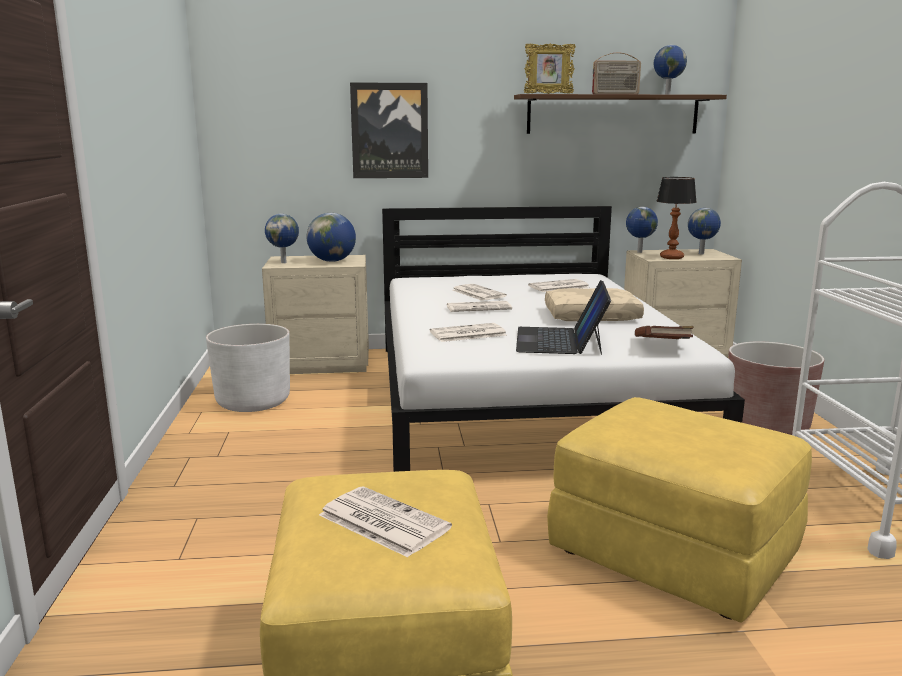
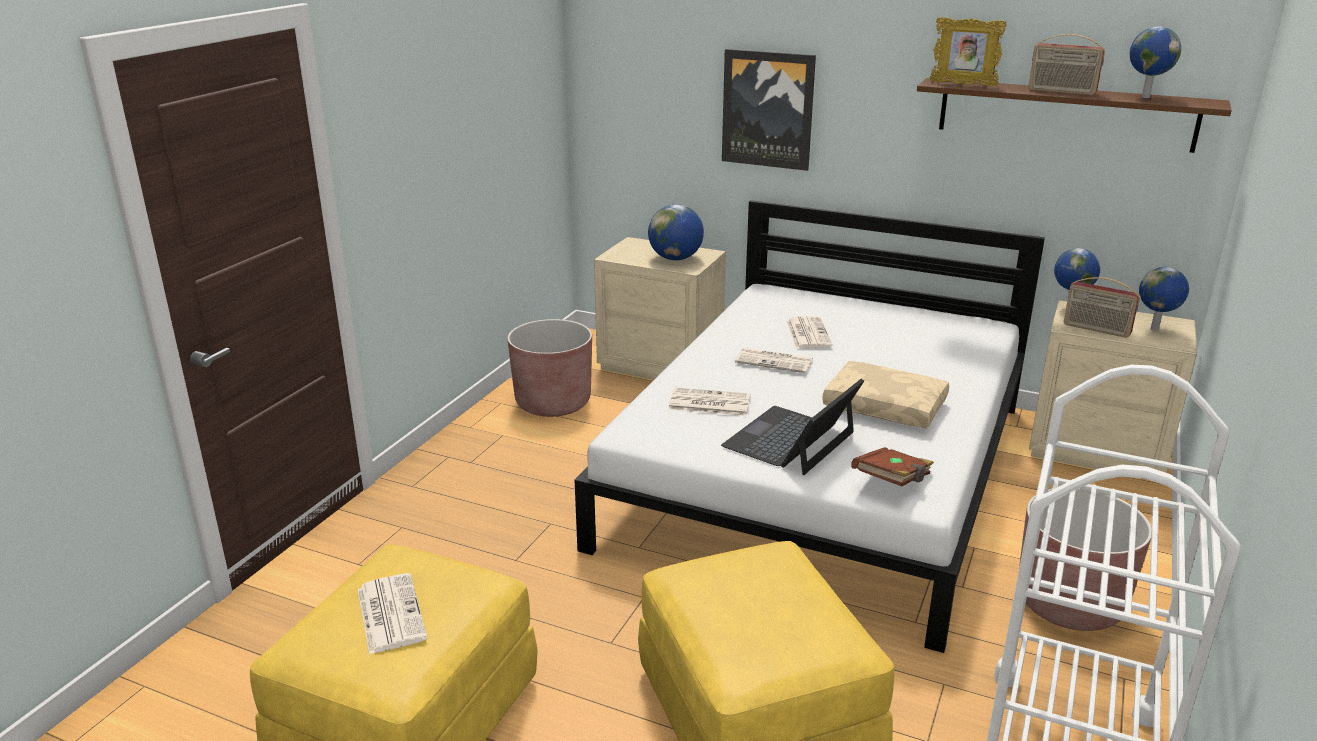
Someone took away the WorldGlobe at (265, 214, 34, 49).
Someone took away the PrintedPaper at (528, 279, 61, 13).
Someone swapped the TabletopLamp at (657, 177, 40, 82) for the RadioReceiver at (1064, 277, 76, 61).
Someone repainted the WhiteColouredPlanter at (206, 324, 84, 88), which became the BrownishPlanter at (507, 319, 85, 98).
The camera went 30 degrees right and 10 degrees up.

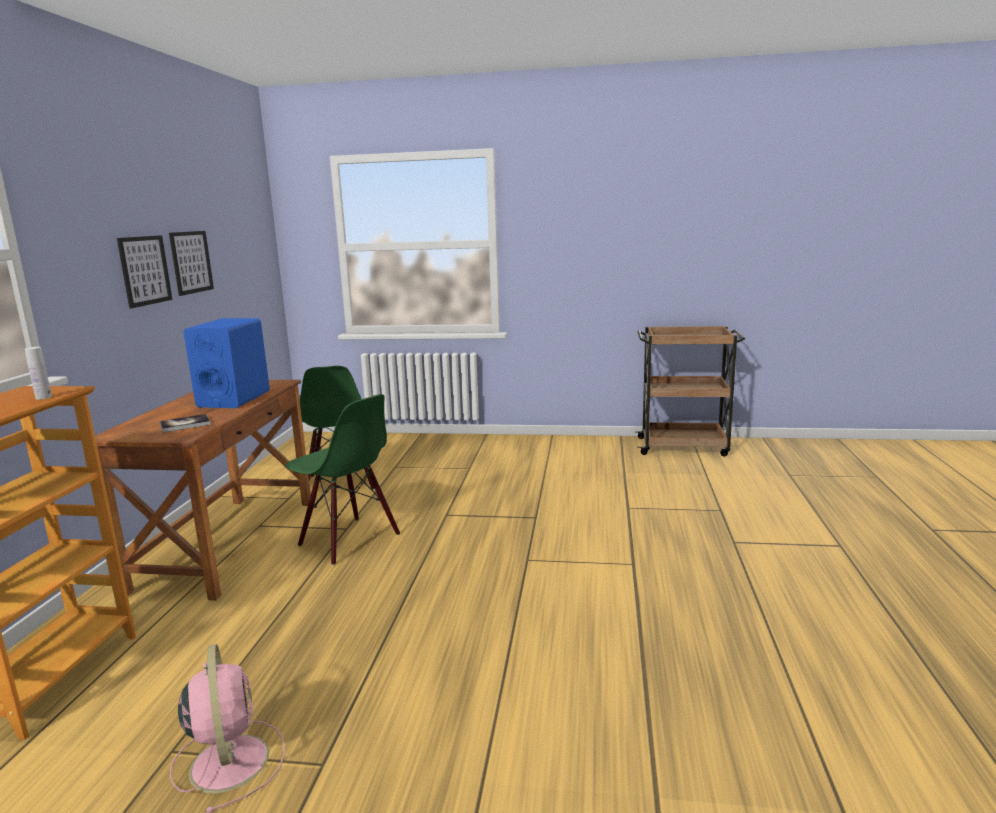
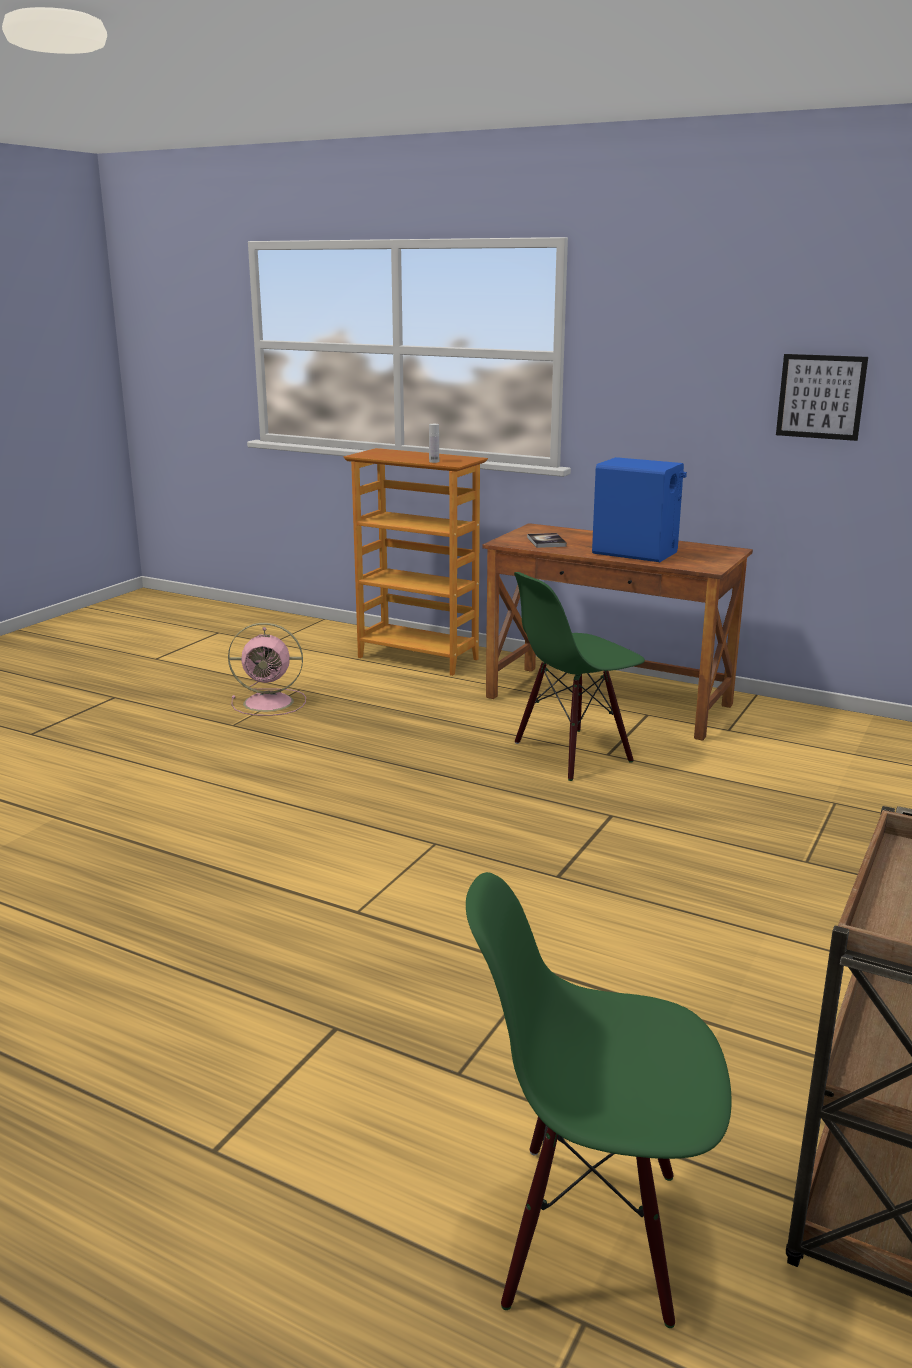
Someone took away the Picture at (117, 235, 56, 73).
Someone carried the GreenUprightChair from (300, 366, 75, 123) to (466, 872, 266, 456).
The camera went 110 degrees right and 5 degrees up.

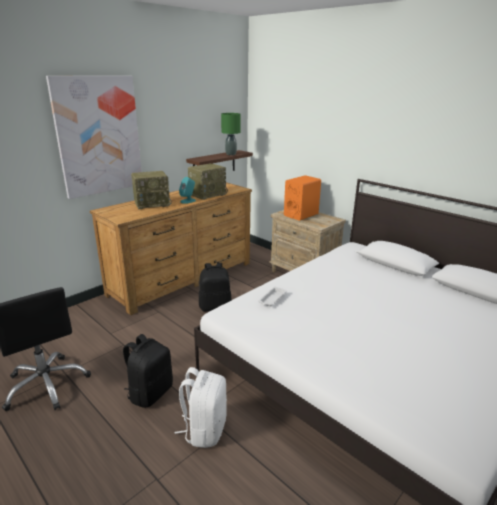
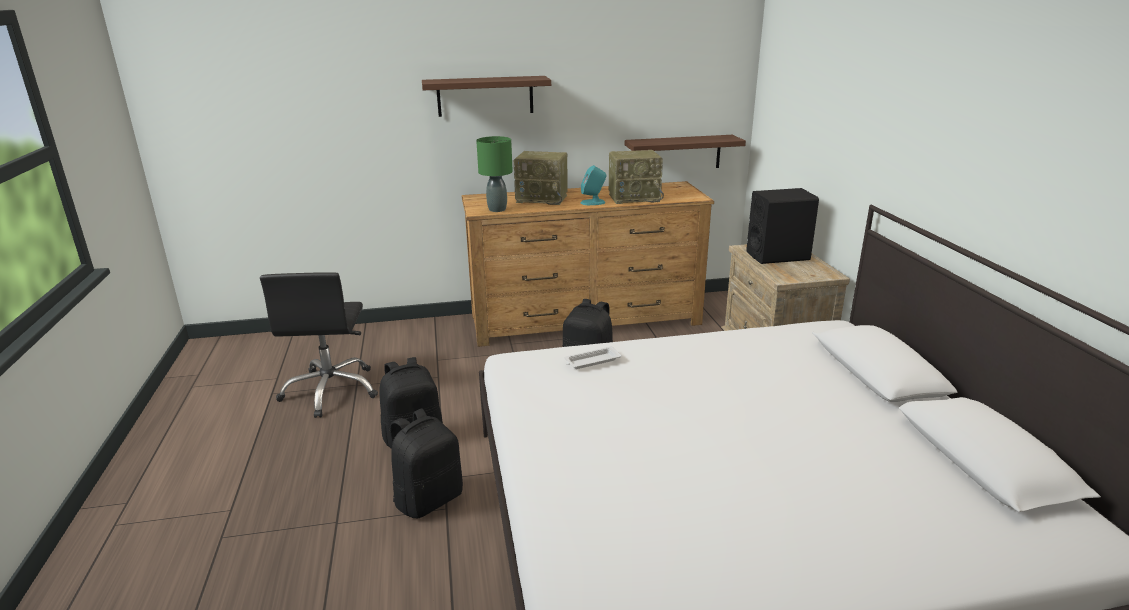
Someone carried the GreenTabletopLamp from (221, 113, 19, 42) to (476, 136, 37, 76).
Someone swapped the Picture at (46, 76, 96, 123) for the WallShelf at (422, 76, 129, 41).
Someone repainted the WhiteColouredKnapsack at (175, 367, 52, 81), which became the BlackColouredKnapsack at (390, 409, 73, 109).
Someone repainted the OrangeyLoudspeaker at (284, 175, 37, 46), which became the BlackColouredLoudspeaker at (746, 188, 73, 76).
The camera went 35 degrees right and 0 degrees up.

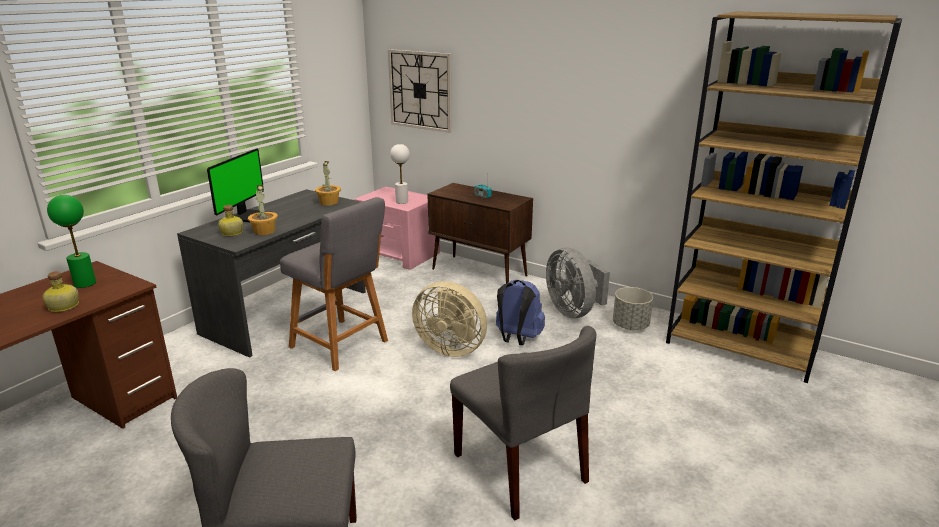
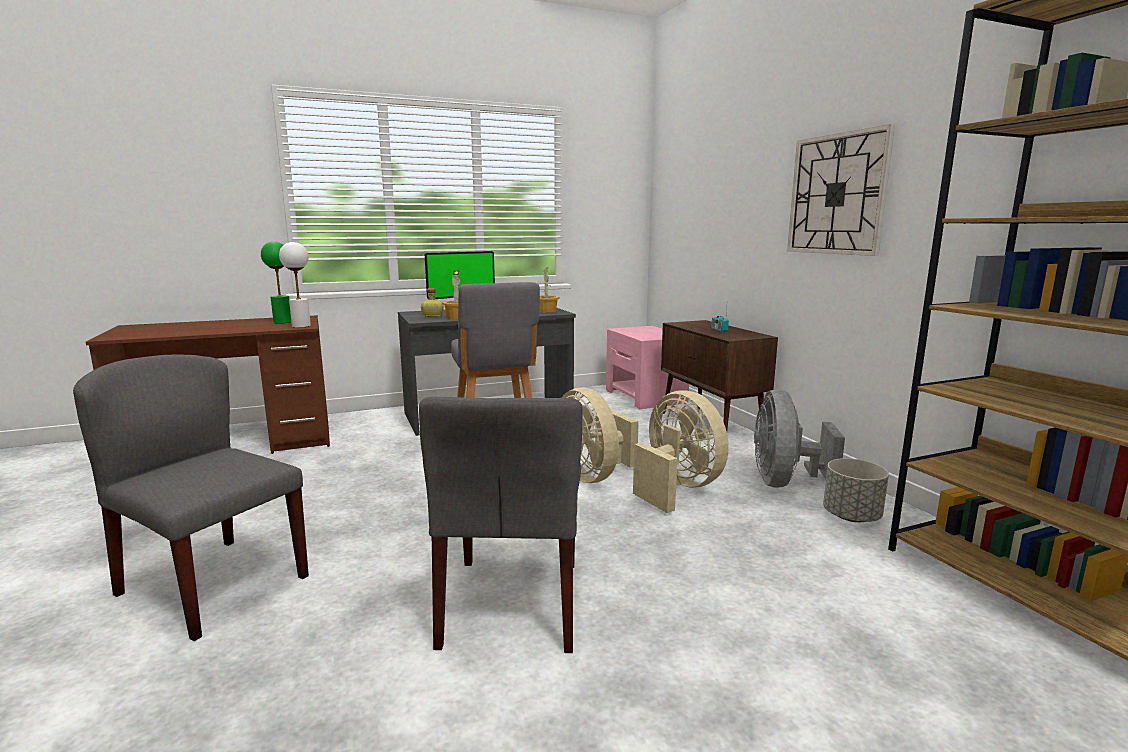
Someone took away the DrinkBottle at (42, 271, 37, 41).
Someone carried the WallClock from (388, 49, 64, 84) to (787, 124, 108, 132).
Someone carried the WhiteColouredTabletopLamp from (390, 144, 20, 60) to (279, 242, 32, 86).
Someone swapped the BlueColouredKnapsack at (496, 280, 49, 65) for the BeigeColouredCoolingFan at (633, 390, 96, 123).
The camera went 35 degrees right and 10 degrees down.

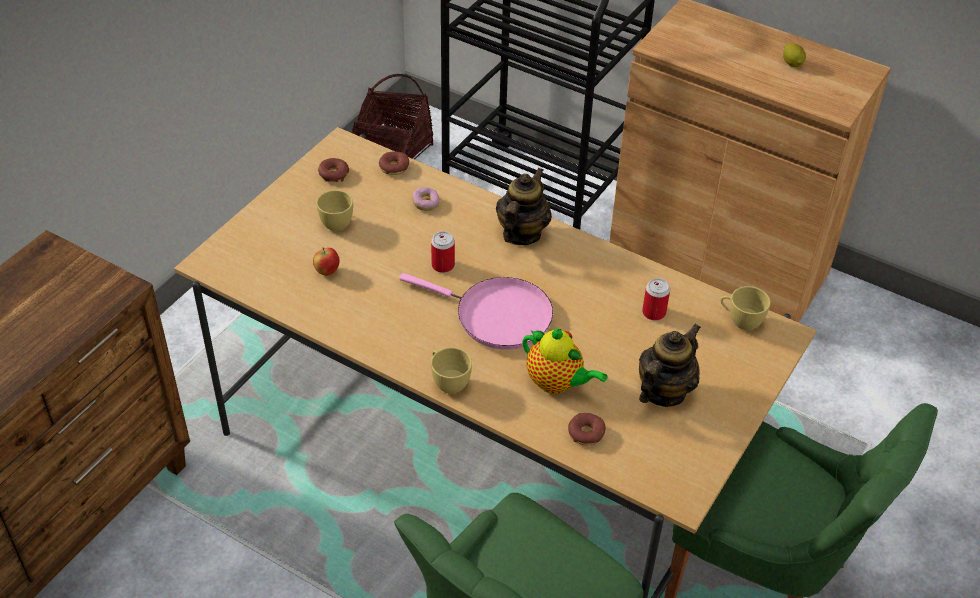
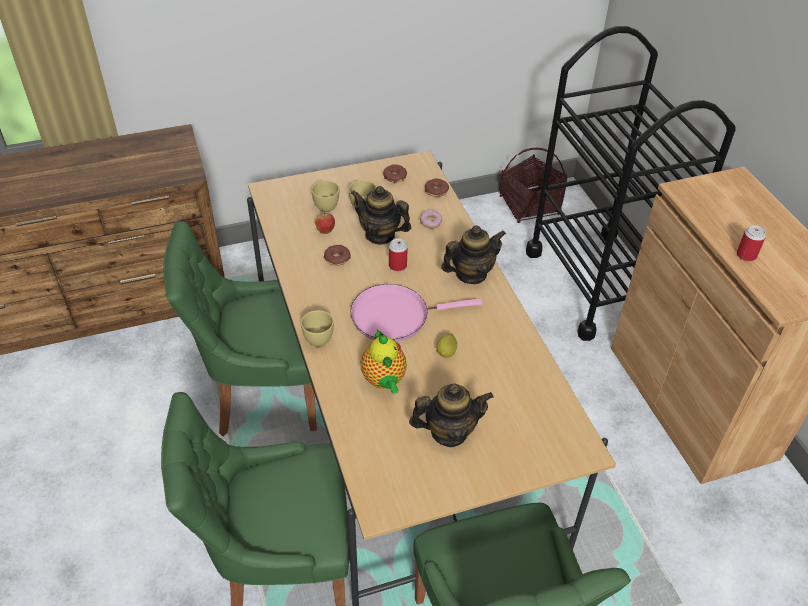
Someone put down the GreenUprightChair at (163, 221, 154, 216).
Someone put down the PotForTea at (350, 186, 62, 59).
Someone carried the Doughnut from (568, 413, 38, 32) to (324, 245, 27, 21).
Someone carried the SealedCan from (642, 278, 28, 43) to (737, 225, 29, 36).
Someone carried the YellowColouredCup from (721, 286, 50, 44) to (311, 181, 28, 31).
Someone carried the Lemon from (783, 43, 23, 24) to (437, 333, 20, 25).
Someone rotated the PinkishFryingPan at (399, 273, 154, 77) by 105 degrees clockwise.
The camera went 40 degrees right and 0 degrees up.

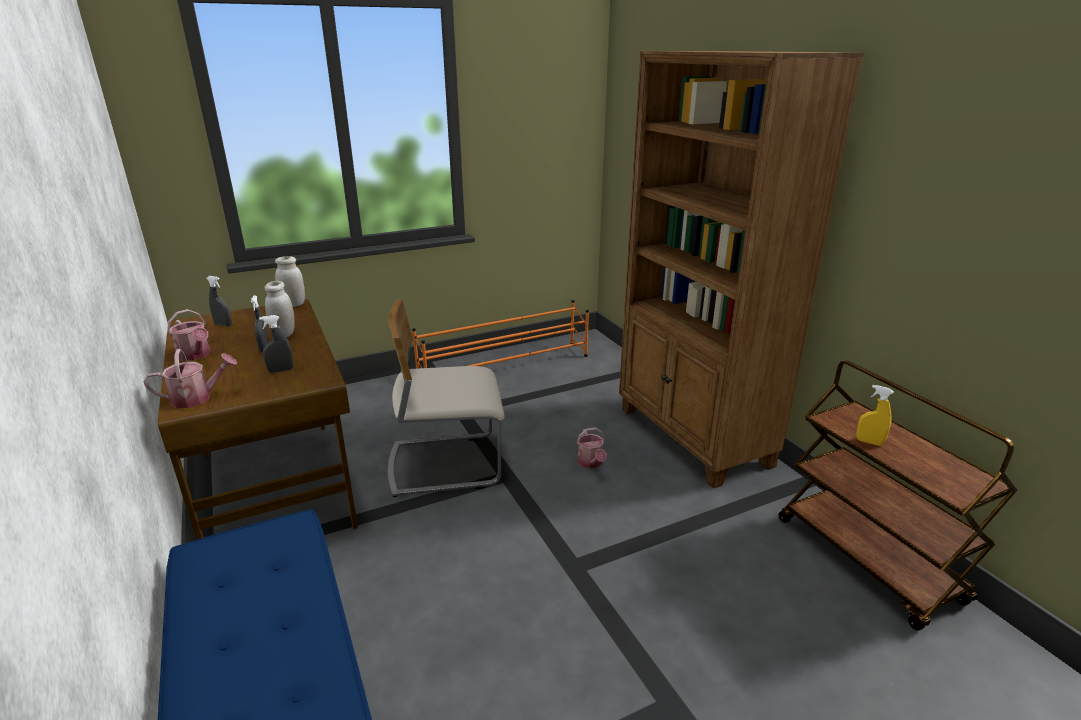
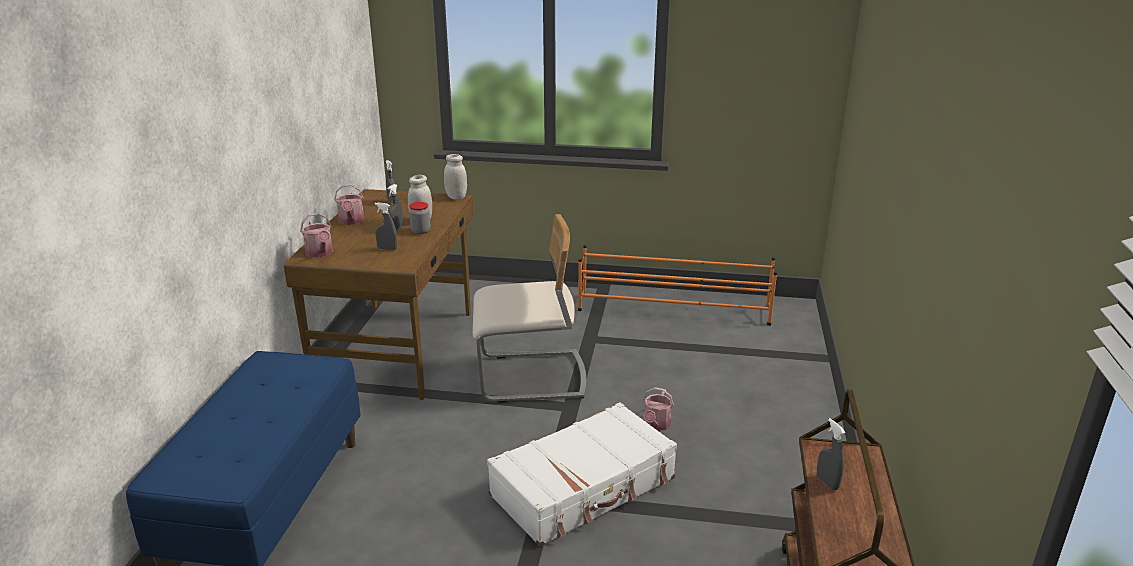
Someone took away the BrownishBookshelf at (619, 51, 245, 437).
Someone put down the StorageJar at (409, 202, 22, 32).
Someone put down the WhiteColouredPieceOfLuggage at (487, 402, 190, 145).
Someone repainted the YellowColouredSprayer at (856, 385, 38, 61), which became the GraySprayer at (817, 418, 28, 72).
Someone rotated the WateringCan at (144, 349, 93, 59) by 45 degrees clockwise.
Someone rotated the BeigeColouredUprightChair at (388, 299, 116, 198) by 150 degrees clockwise.
The camera went 35 degrees right and 0 degrees up.

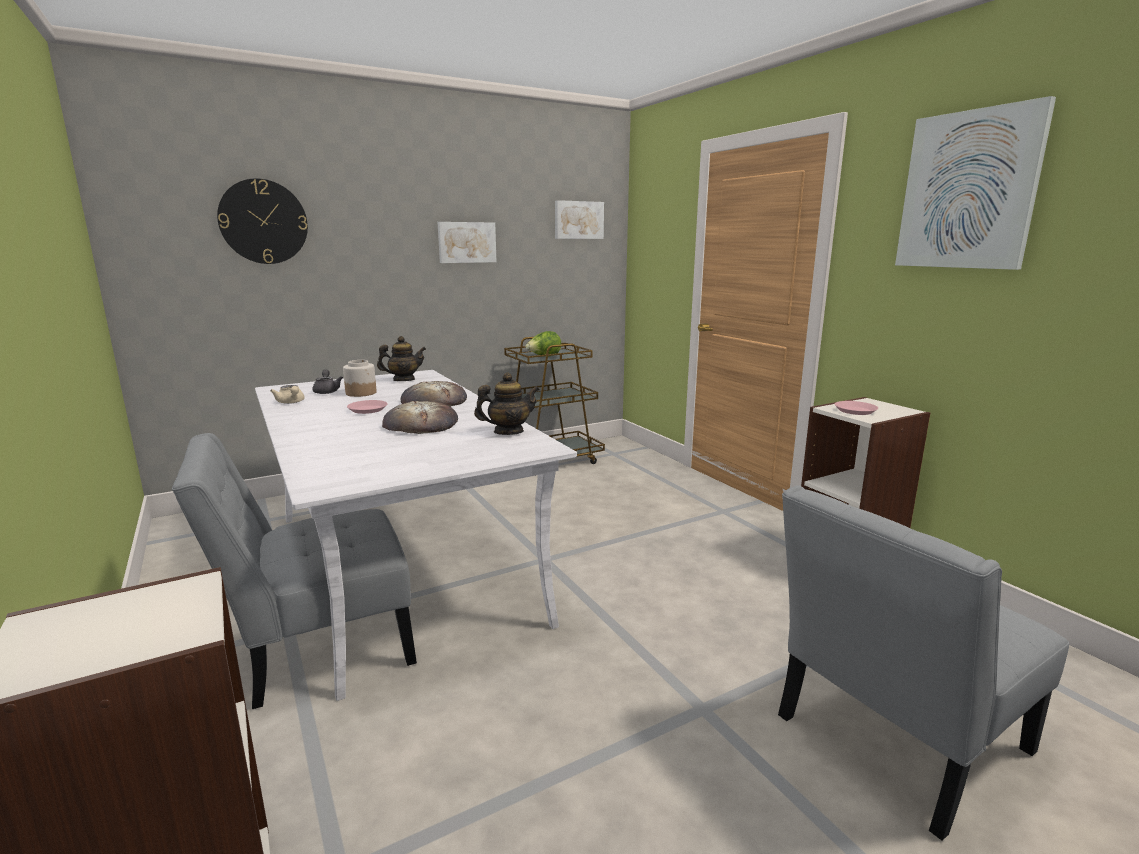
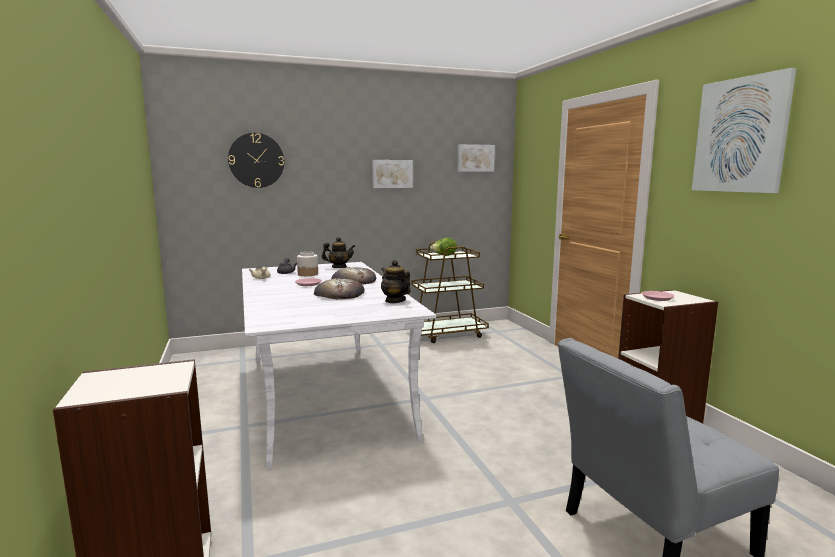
Someone took away the GrayUprightChair at (172, 433, 245, 276).
Someone rotated the PotForTea at (474, 373, 66, 62) by 120 degrees counterclockwise.
The camera went 10 degrees right and 5 degrees down.

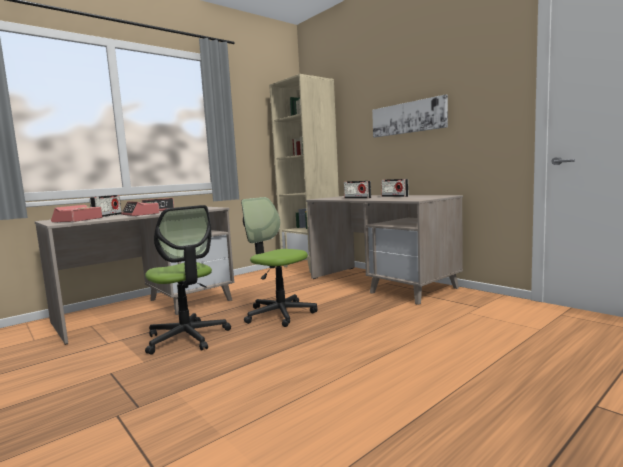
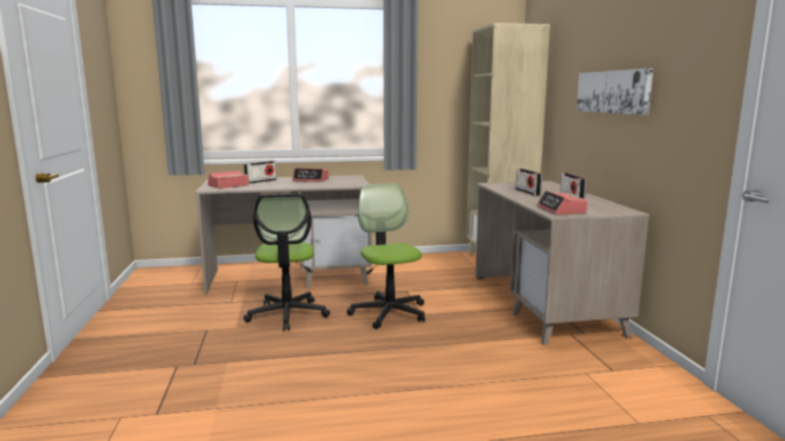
Someone carried the TableClock from (122, 201, 38, 15) to (537, 191, 51, 24).
The camera went 30 degrees right and 5 degrees up.

